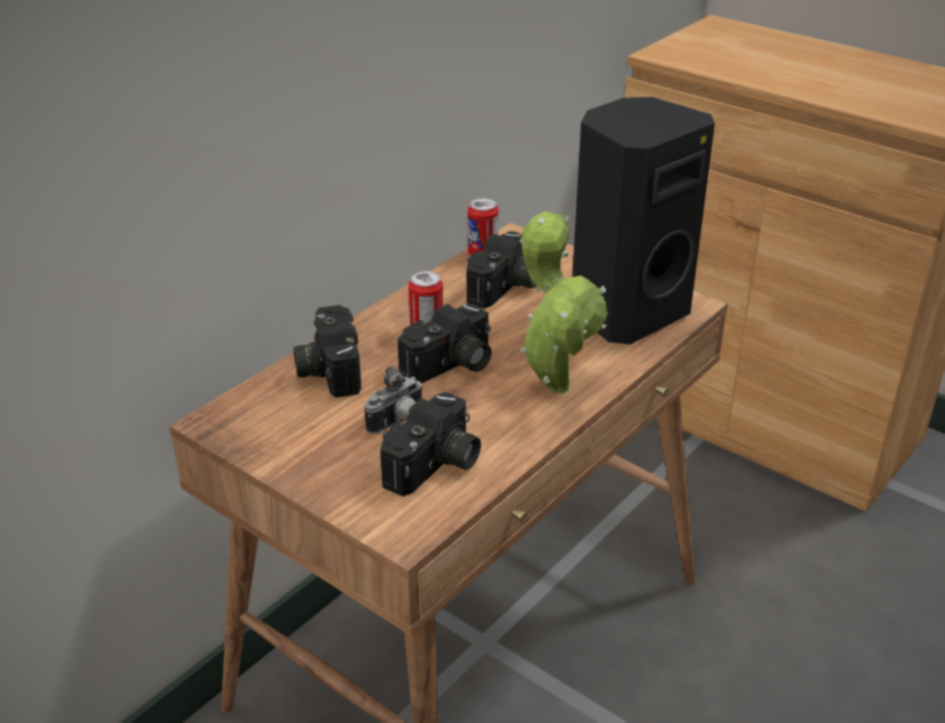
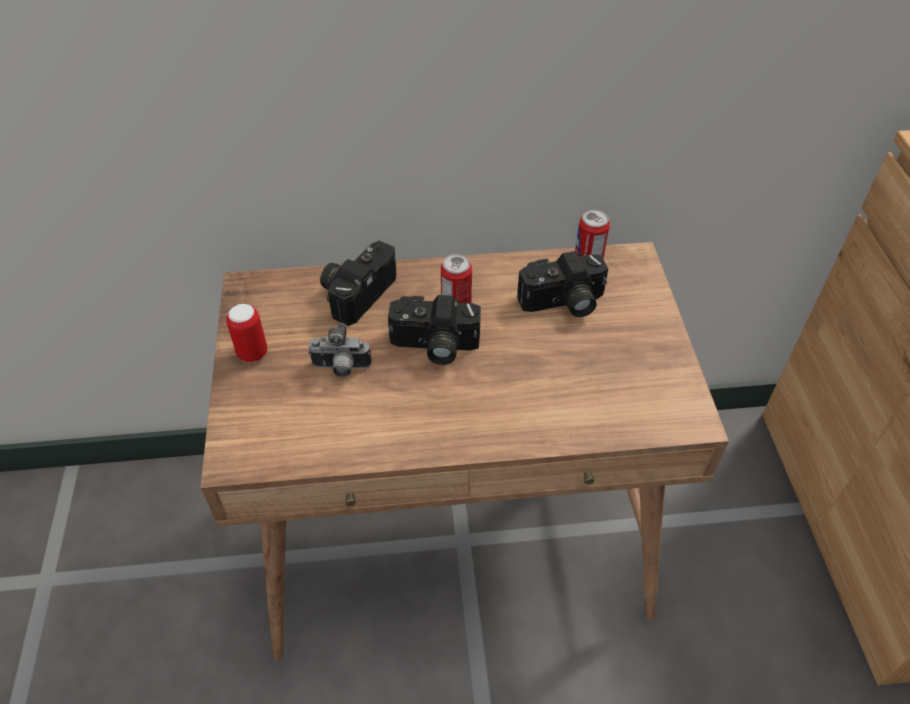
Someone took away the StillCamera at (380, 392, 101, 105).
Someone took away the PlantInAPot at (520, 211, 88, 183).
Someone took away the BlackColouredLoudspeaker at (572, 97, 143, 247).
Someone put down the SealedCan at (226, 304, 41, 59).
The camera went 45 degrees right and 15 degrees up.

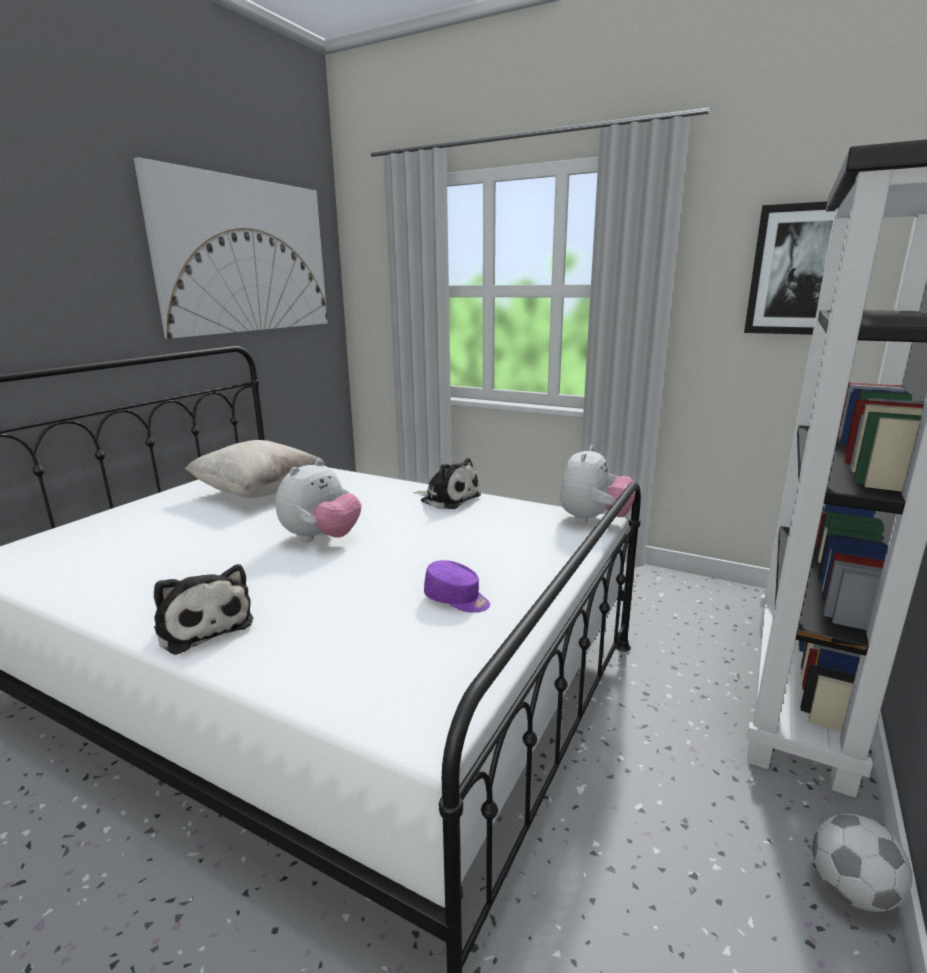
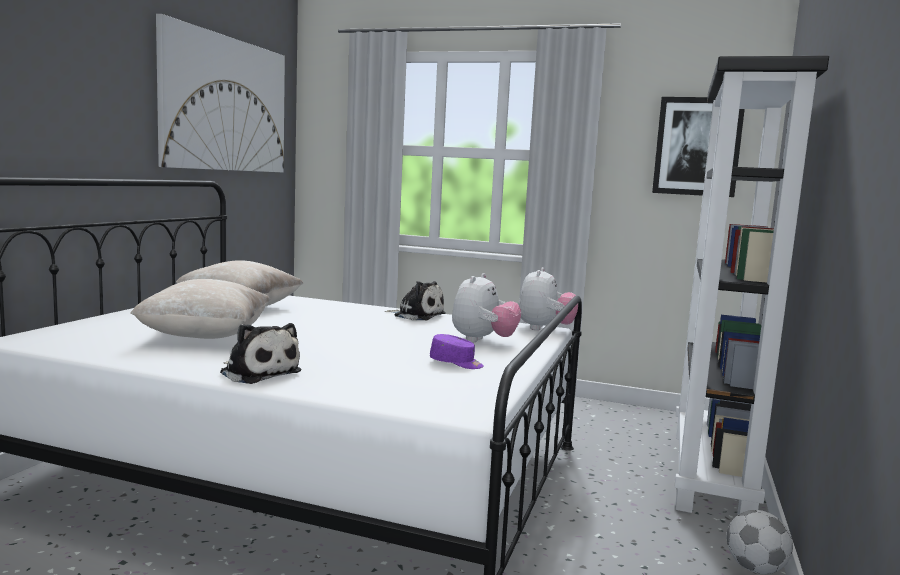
Someone put down the BeigeColouredThrowPillow at (130, 279, 141, 60).
Someone carried the SoftToy from (275, 459, 86, 83) to (452, 273, 69, 70).
The camera went 10 degrees left and 10 degrees down.

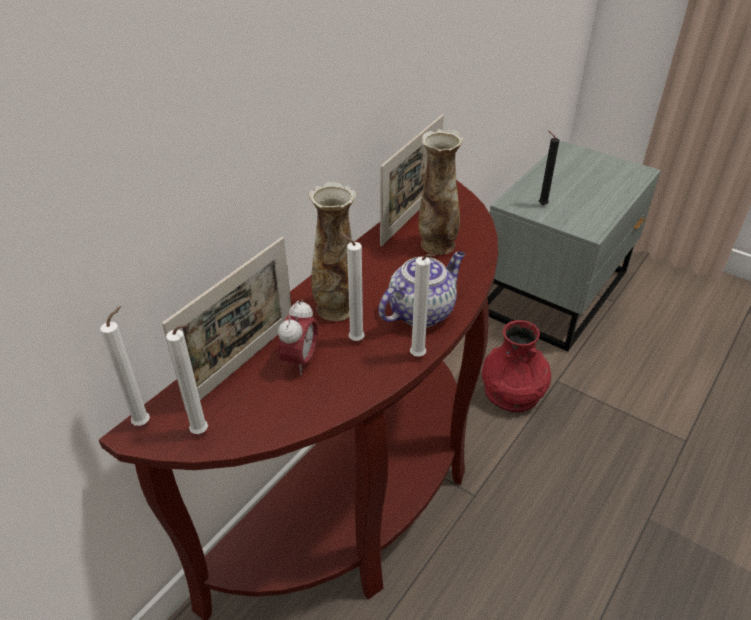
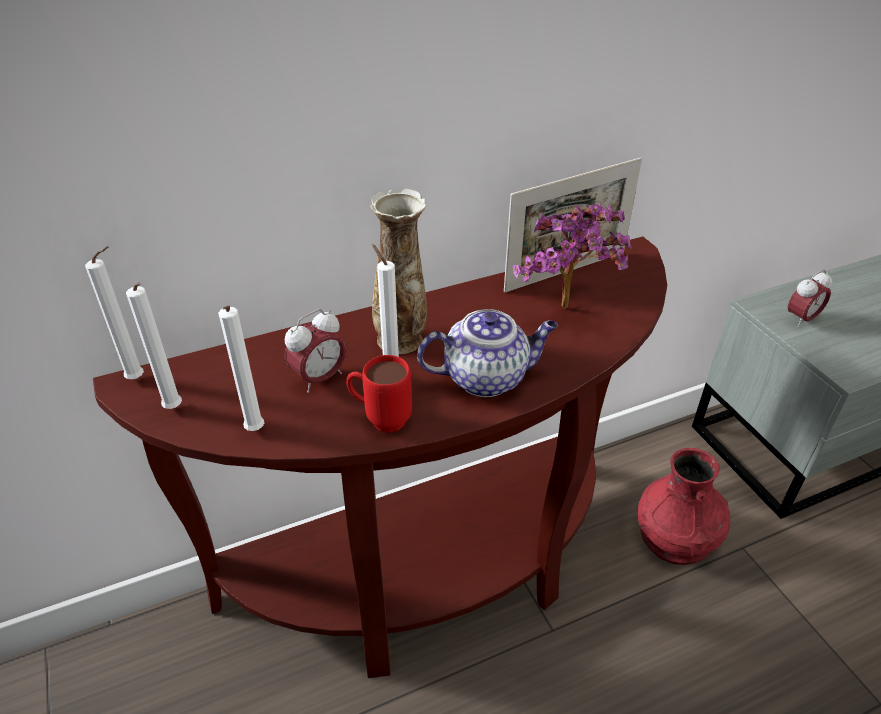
Someone took away the StandingFrame at (162, 237, 129, 173).
Someone put down the RedCoffeeMug at (346, 355, 66, 78).
Someone carried the WhiteColouredCandle from (410, 254, 25, 103) to (218, 305, 46, 126).
Someone swapped the FlowerVase at (418, 129, 45, 126) for the PlantInAPot at (513, 202, 119, 107).
Someone swapped the BlackColouredCandle at (539, 130, 20, 75) for the TableClock at (788, 270, 44, 58).
The camera went 30 degrees right and 0 degrees up.

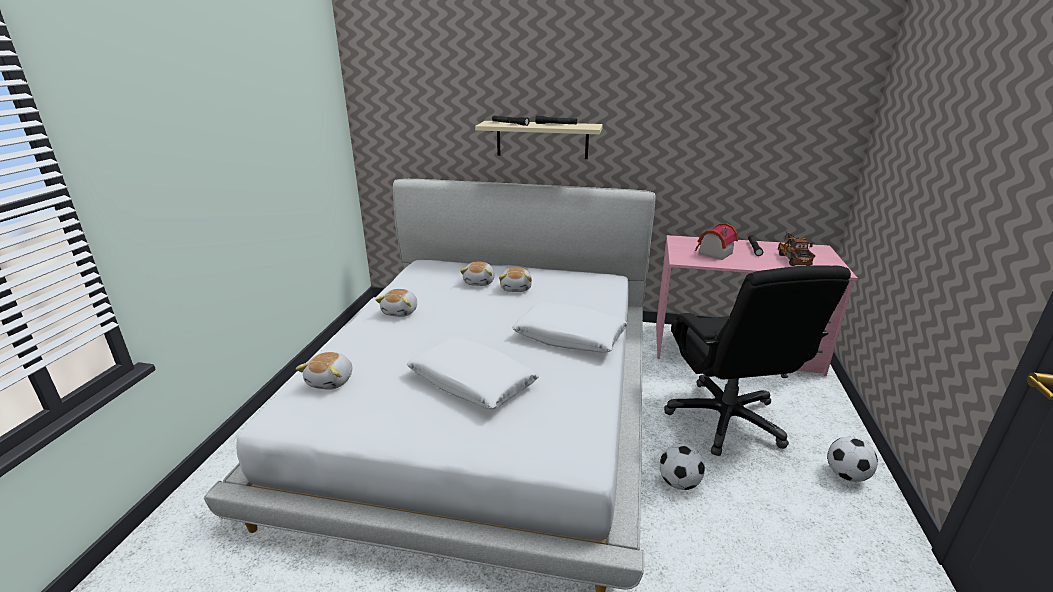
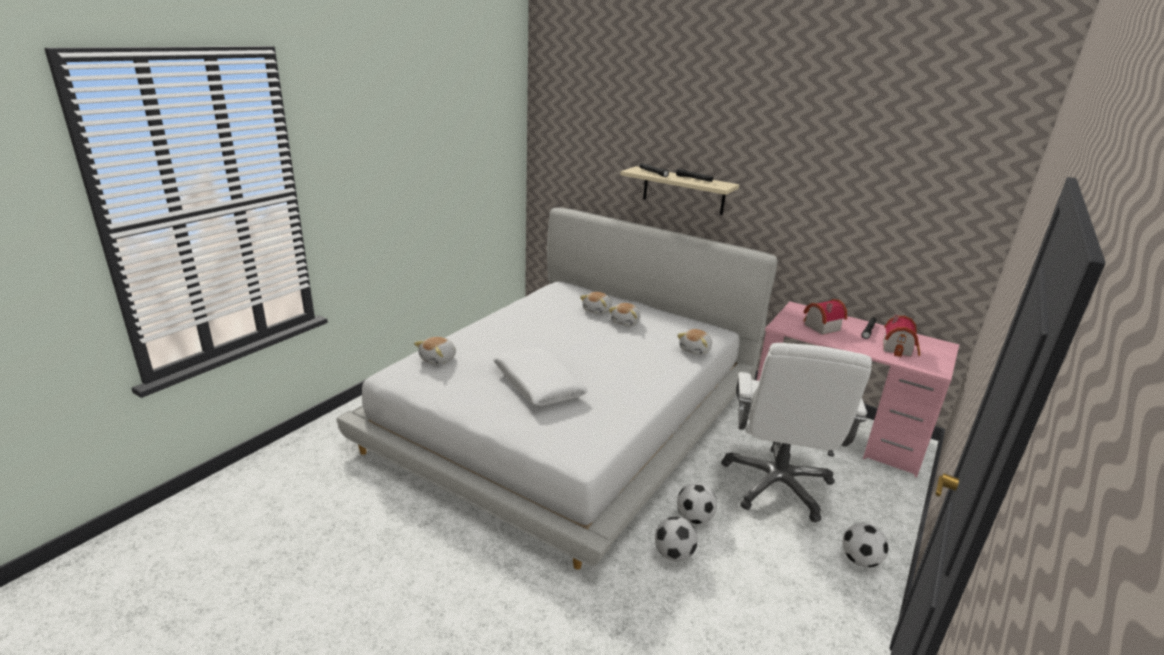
Someone took away the WhiteColouredThrowPillow at (512, 303, 116, 50).
Someone put down the Football at (655, 517, 43, 44).
Someone carried the SoftToy from (375, 289, 42, 28) to (677, 329, 35, 26).
Someone swapped the ModelTruck at (778, 231, 37, 35) for the MiniatureHouse at (883, 314, 37, 43).
Someone repainted the BlackColouredOfficeChair at (664, 266, 187, 190), which became the WhiteColouredOfficeChair at (721, 343, 151, 179).
The camera went 20 degrees right and 0 degrees up.

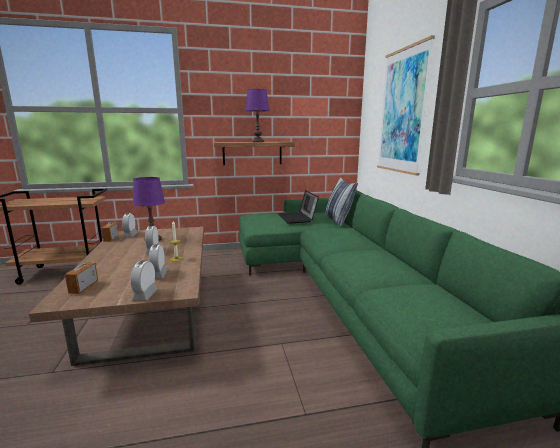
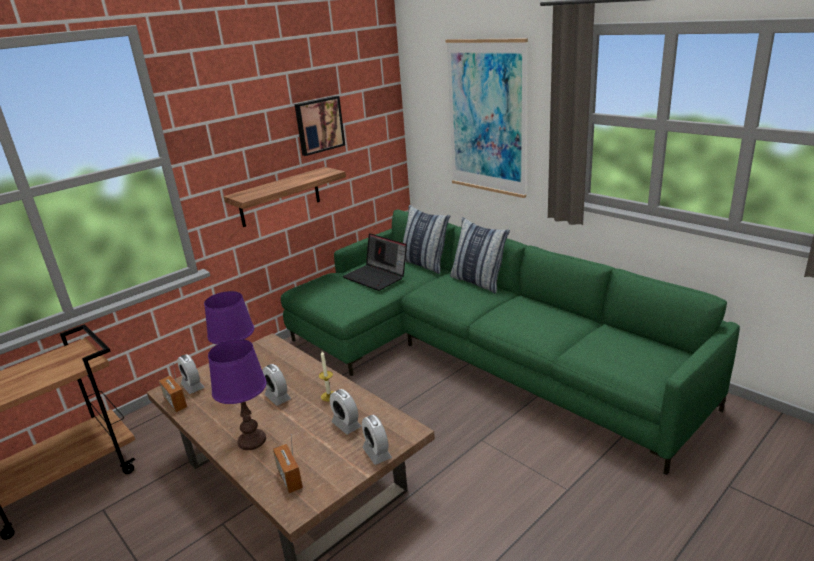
Someone put up the Picture at (295, 96, 50, 60).
Someone put down the ThrowPillow at (450, 217, 60, 77).
Someone carried the PurpleTabletopLamp from (246, 89, 23, 53) to (208, 339, 59, 111).
The camera went 30 degrees left and 10 degrees up.

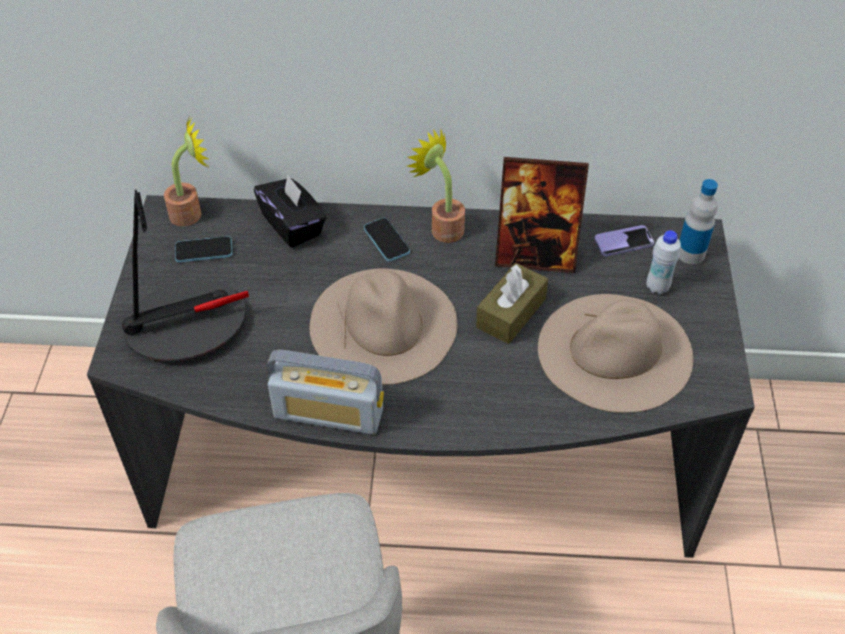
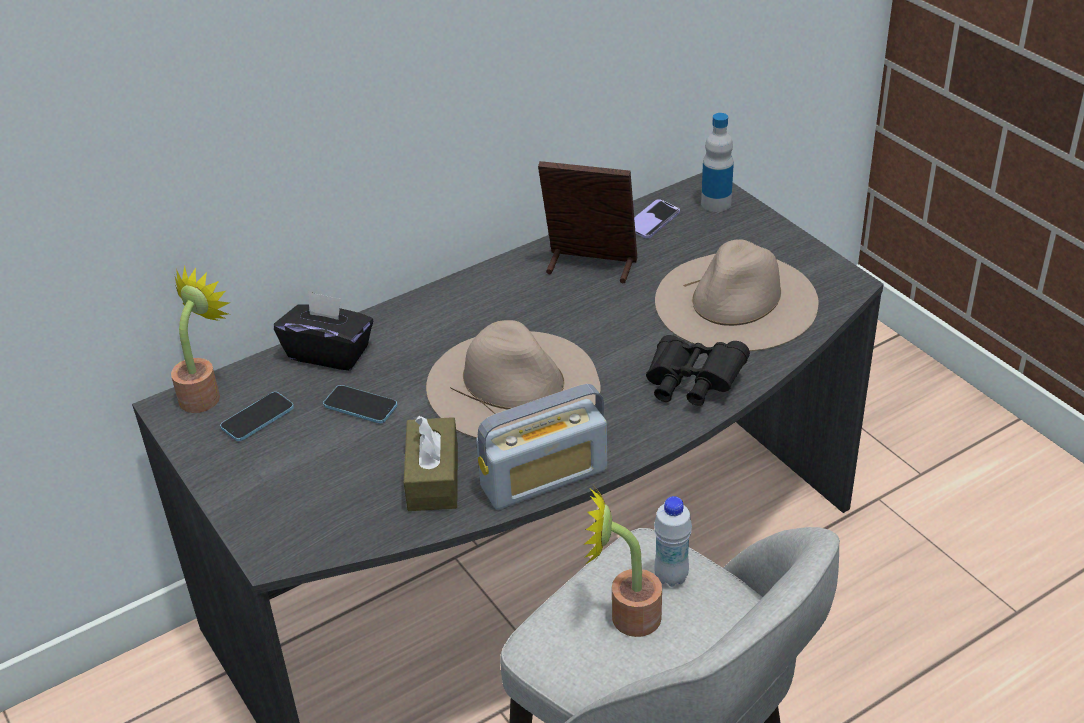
Someone took away the TabletopLamp at (122, 190, 127, 171).
Someone put down the BlackColouredPairOfBinoculars at (646, 335, 104, 71).
Someone carried the Telephone from (364, 218, 46, 43) to (323, 385, 74, 38).
Someone carried the PlantInAPot from (407, 129, 58, 114) to (584, 482, 78, 155).
Someone carried the BrownishTissueHolder from (476, 263, 72, 81) to (404, 415, 54, 96).
Someone carried the WhiteColouredDrinkBottle from (647, 230, 34, 65) to (654, 496, 38, 91).
Someone rotated the StandingFrame at (495, 157, 94, 116) by 135 degrees counterclockwise.
The camera went 35 degrees left and 10 degrees down.

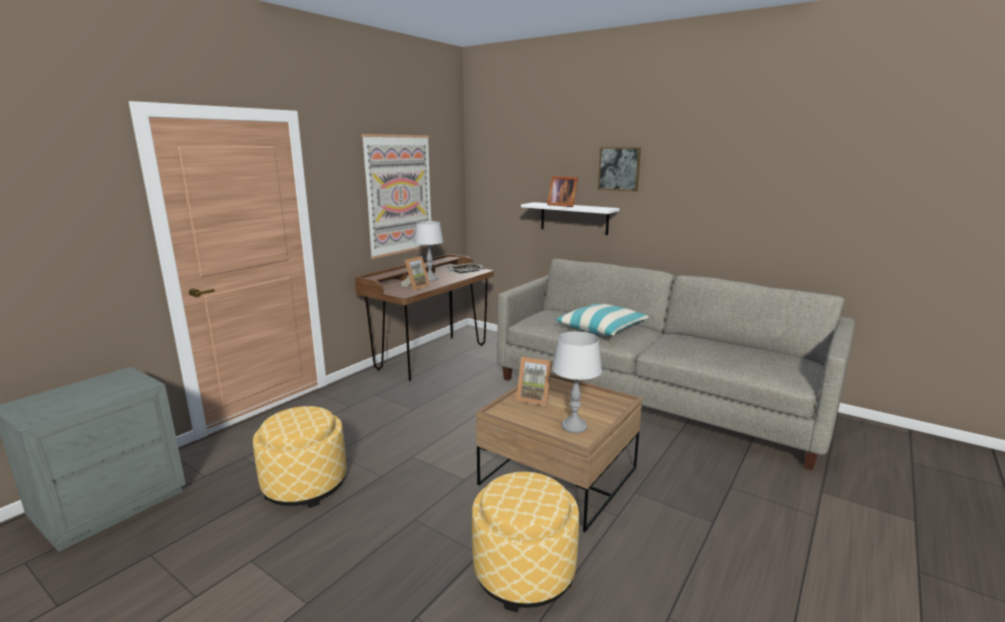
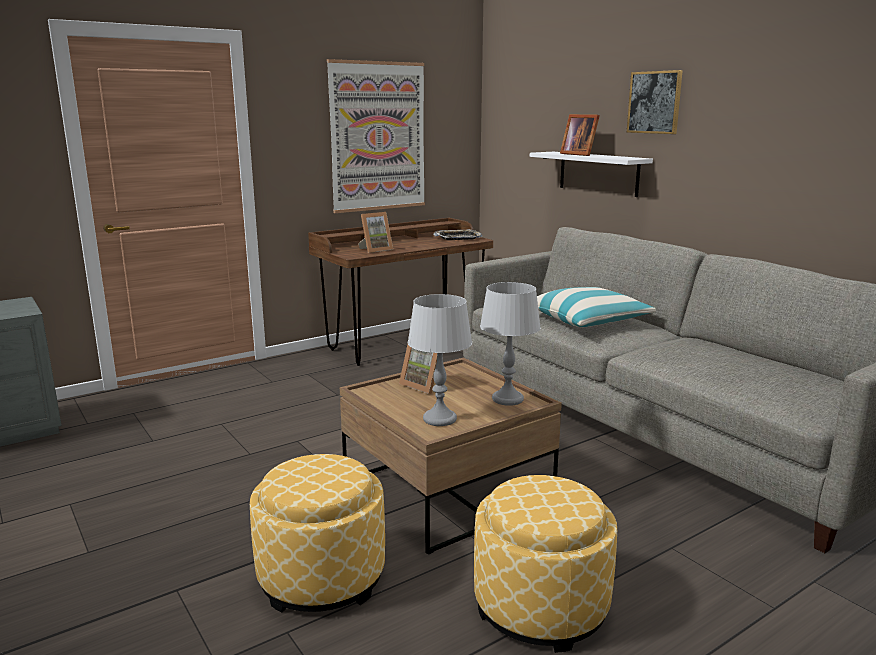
Someone carried the Footrest from (253, 406, 94, 102) to (474, 475, 143, 178).
Someone carried the GrayTabletopLamp from (414, 221, 30, 60) to (480, 282, 61, 124).
The camera went 20 degrees right and 0 degrees up.

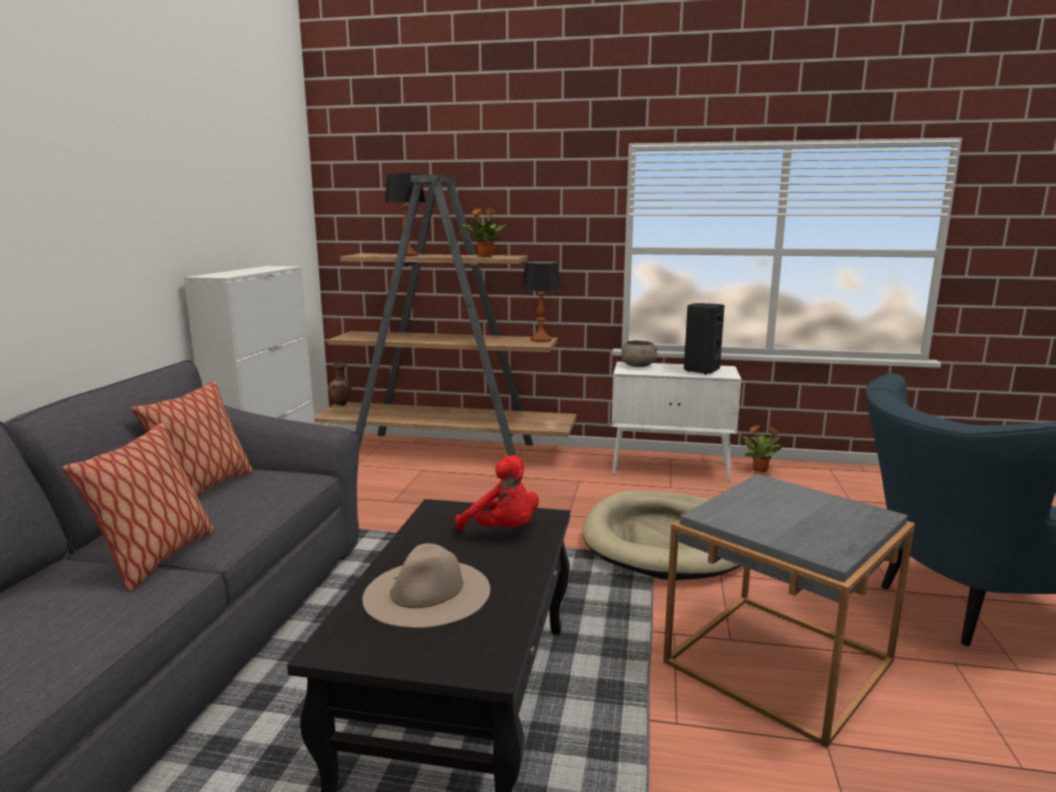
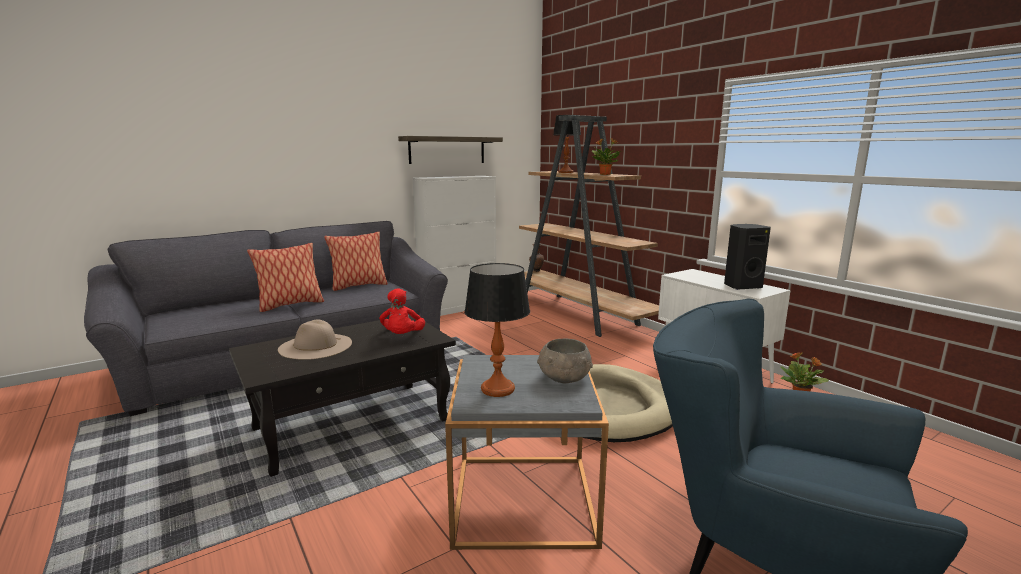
Someone put up the WallShelf at (398, 136, 105, 28).
Someone carried the TabletopLamp from (521, 261, 40, 81) to (464, 263, 66, 134).
Someone carried the GrayServingBowl from (621, 340, 36, 27) to (537, 339, 56, 44).
The camera went 45 degrees right and 0 degrees up.

